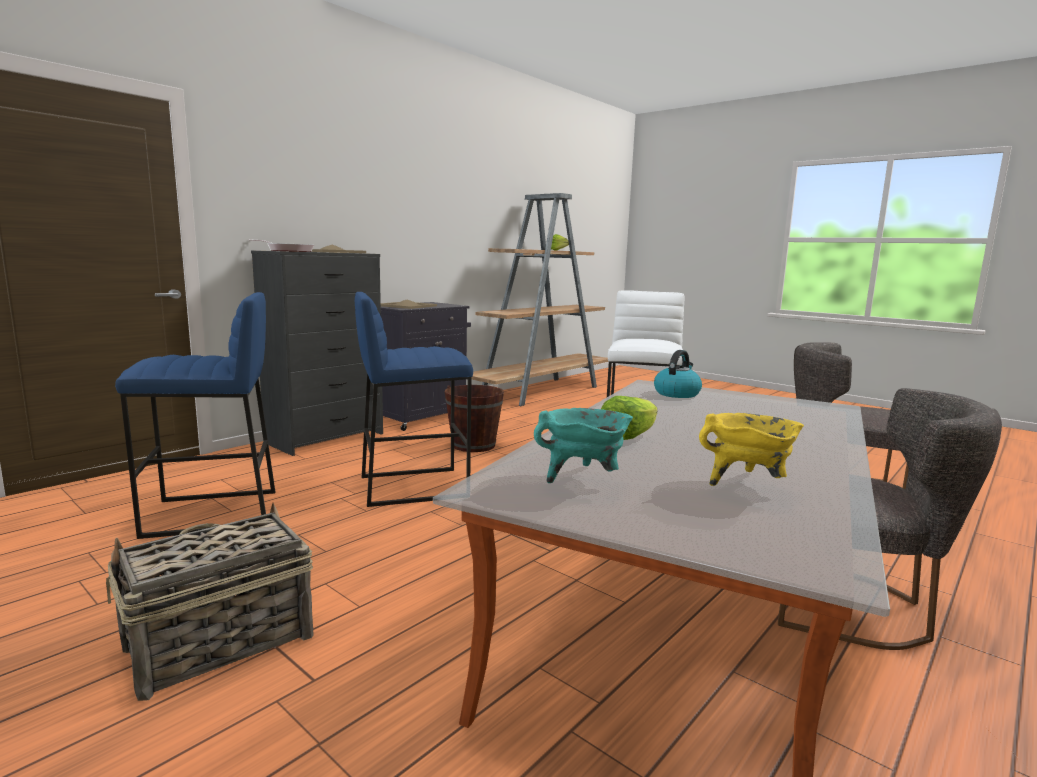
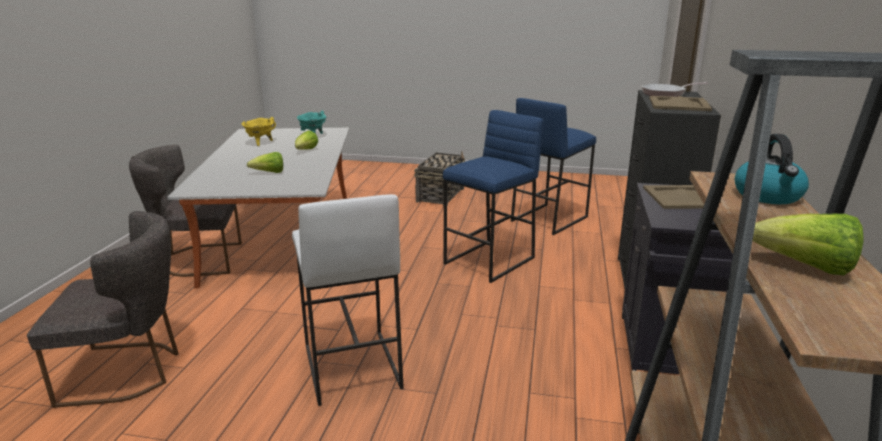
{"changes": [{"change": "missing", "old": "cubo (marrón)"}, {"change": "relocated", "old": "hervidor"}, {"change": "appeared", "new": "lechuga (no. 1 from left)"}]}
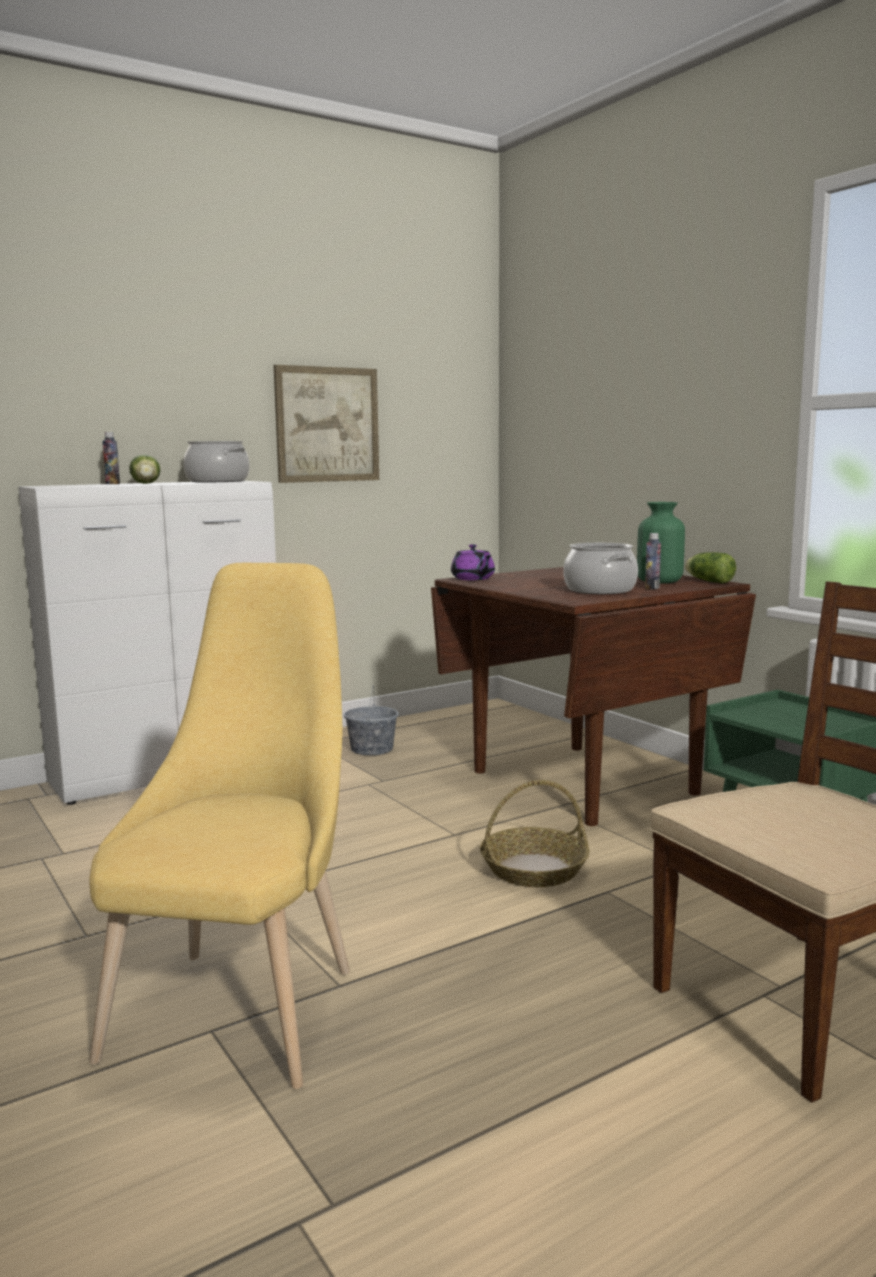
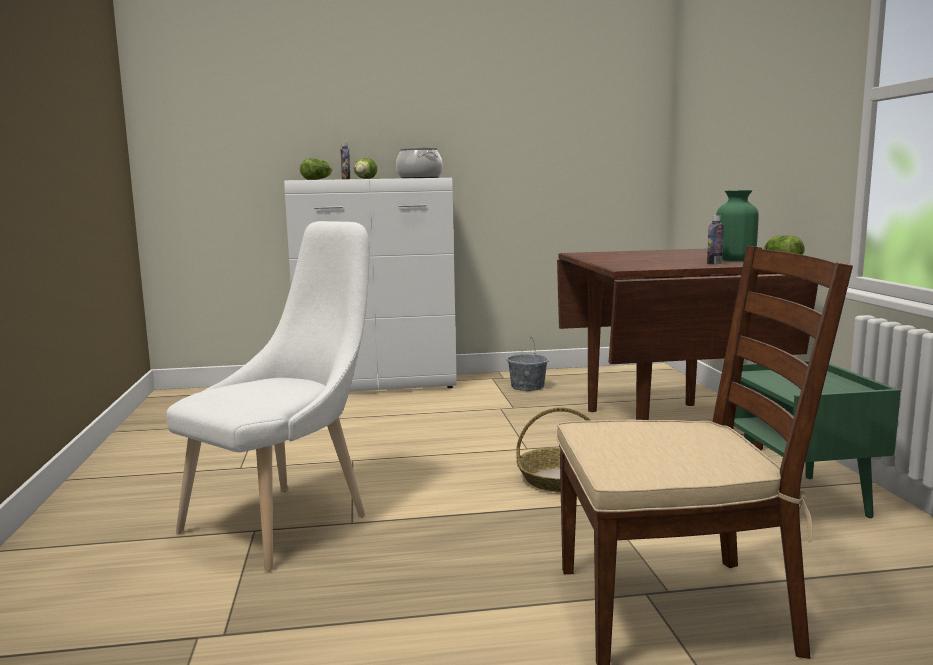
{"changes": [{"change": "colour", "old": "silla (amarillo)", "new": "silla (blanco)"}, {"change": "missing", "old": "cuadro"}, {"change": "missing", "old": "tetera (morado)"}, {"change": "missing", "old": "olla (no. 2 from left)"}, {"change": "appeared", "new": "lechuga (no. 1 from left)"}]}
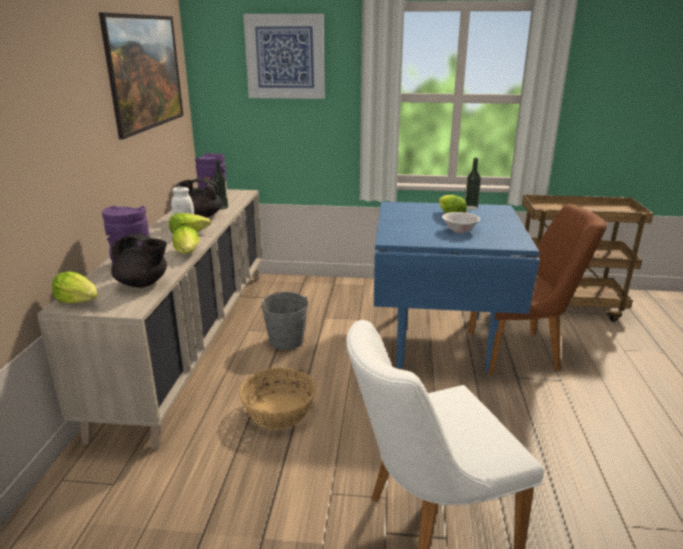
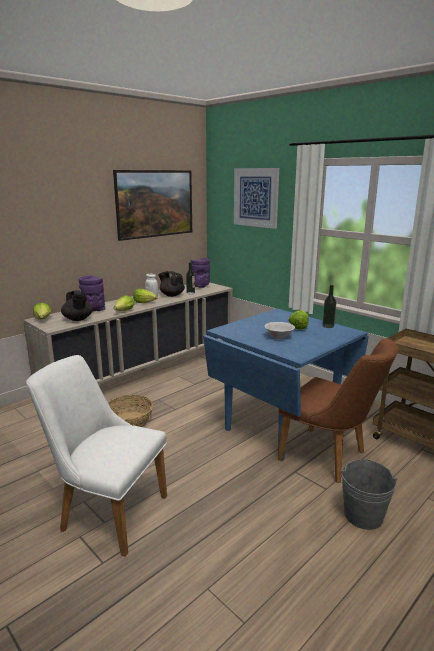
{"changes": [{"change": "relocated", "old": "cubo (gris)"}]}
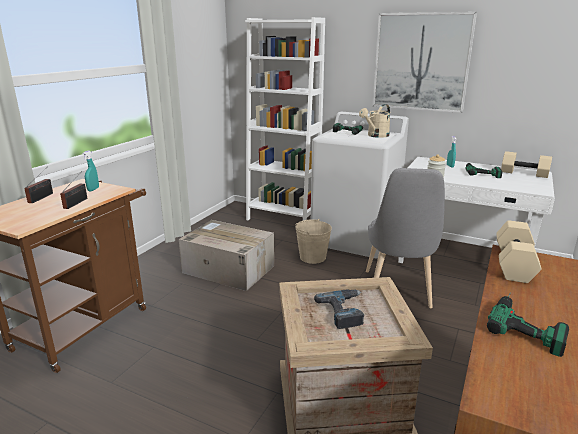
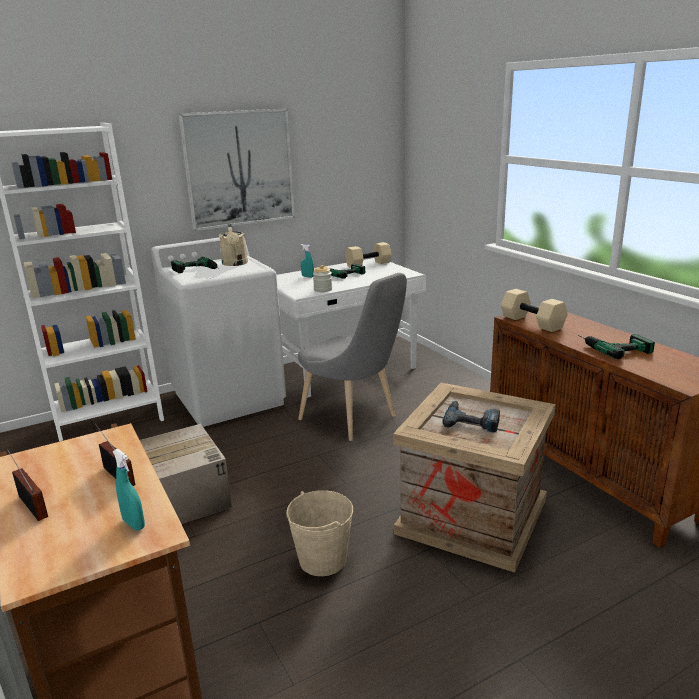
{"changes": [{"change": "relocated", "old": "pulverizador (turquesa) (no. 1 from left)"}, {"change": "relocated", "old": "cubo (beis)"}]}
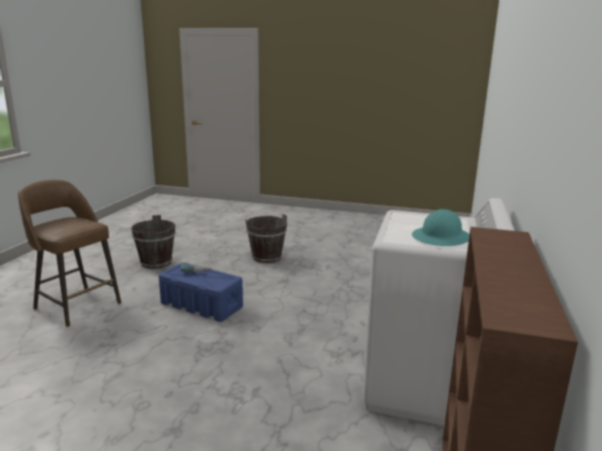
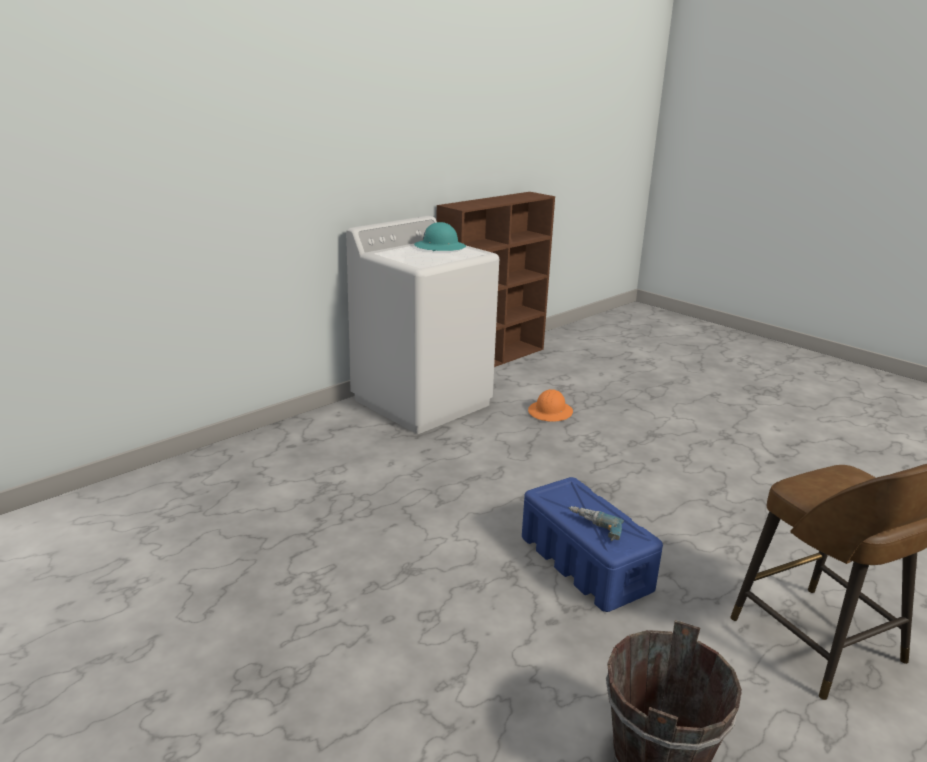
{"changes": [{"change": "missing", "old": "cubo (marrón) (no. 2 from left)"}, {"change": "appeared", "new": "casco (naranja)"}]}
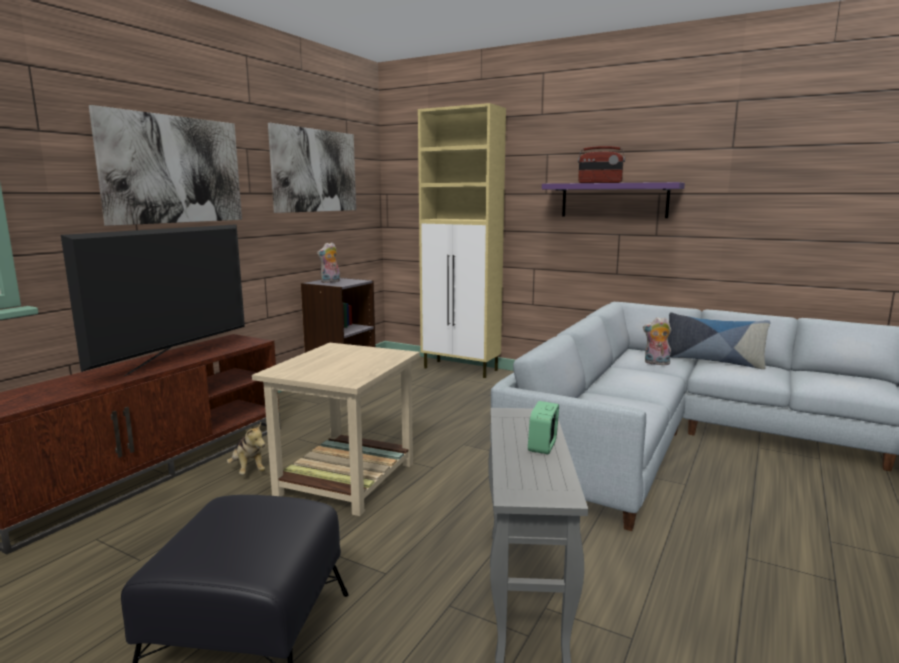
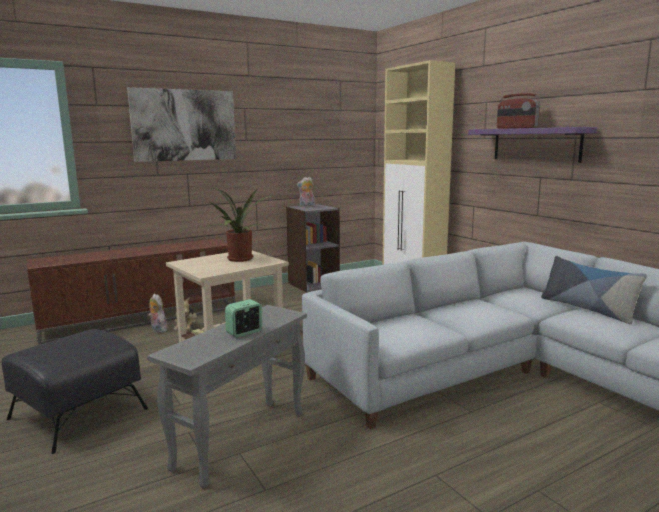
{"changes": [{"change": "missing", "old": "televisor"}, {"change": "missing", "old": "cuadro (no. 2 from left)"}, {"change": "relocated", "old": "peluche (no. 3 from left in the first image)", "new": "peluche (no. 1 from left)"}, {"change": "appeared", "new": "planta en maceta"}]}
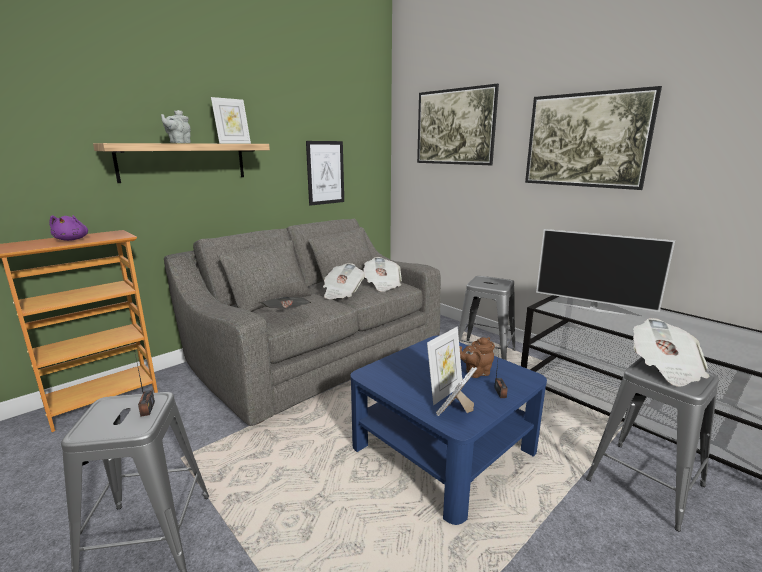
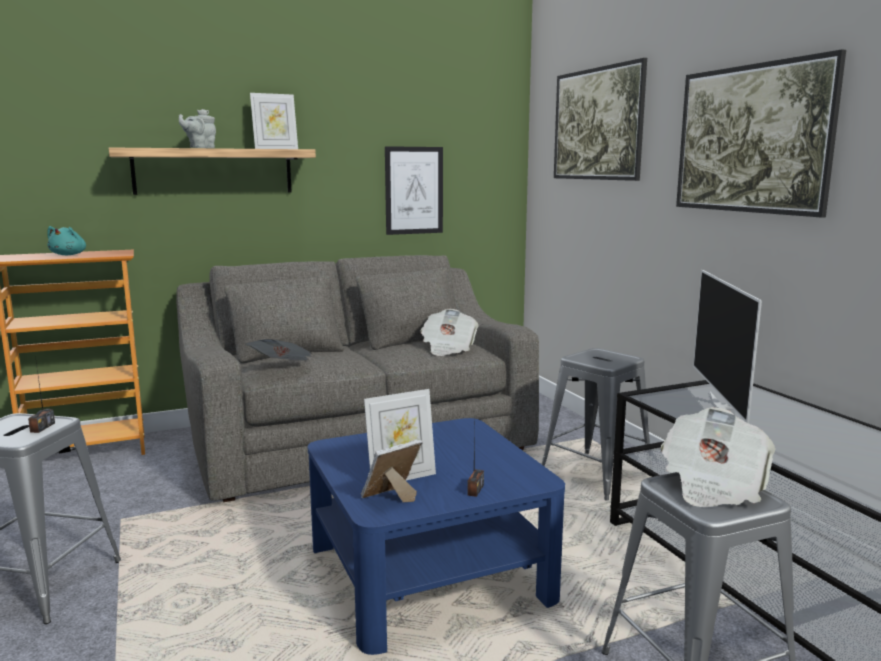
{"changes": [{"change": "colour", "old": "peluche (morado)", "new": "peluche (turquesa)"}, {"change": "missing", "old": "periódico (no. 2 from left)"}, {"change": "missing", "old": "tetera (marrón)"}, {"change": "spun", "old": "televisor", "degrees": 45}]}
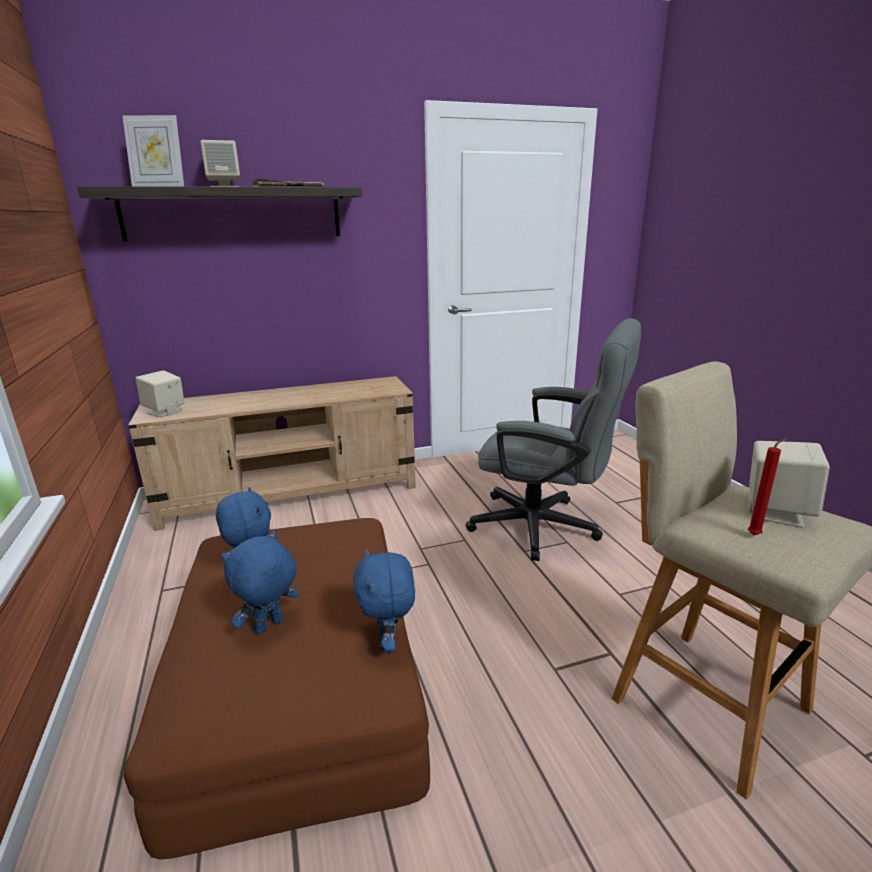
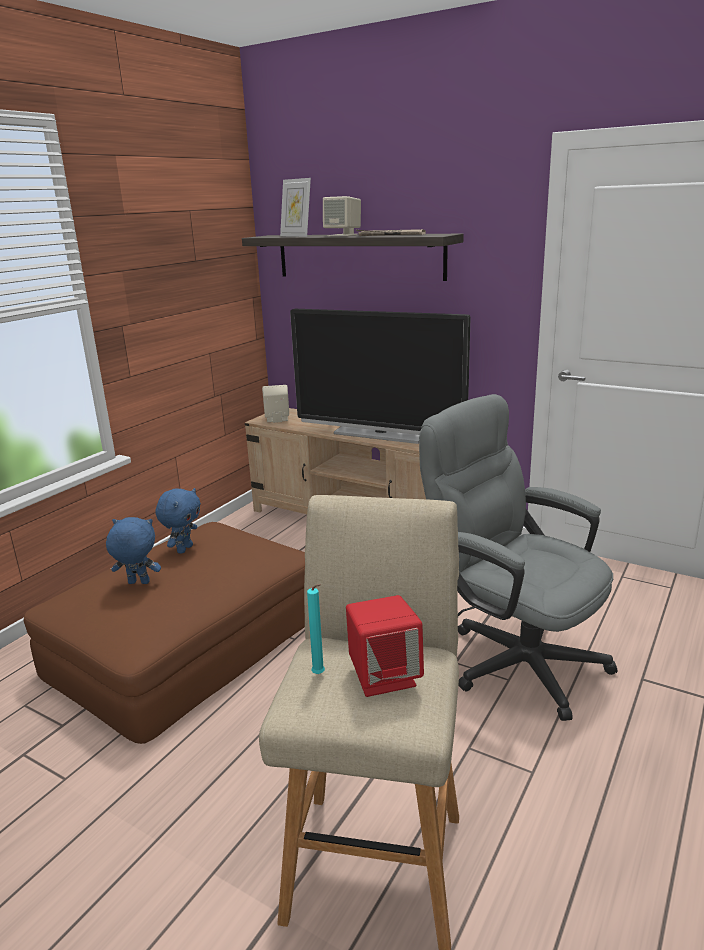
{"changes": [{"change": "missing", "old": "peluche (azul) (no. 3 from left)"}, {"change": "spun", "old": "silla de oficina (gris)", "degrees": 150}, {"change": "colour", "old": "vela (rojo)", "new": "vela (turquesa)"}, {"change": "colour", "old": "altavoz (beis) (no. 3 from left)", "new": "altavoz (rojo)"}, {"change": "appeared", "new": "televisor"}]}
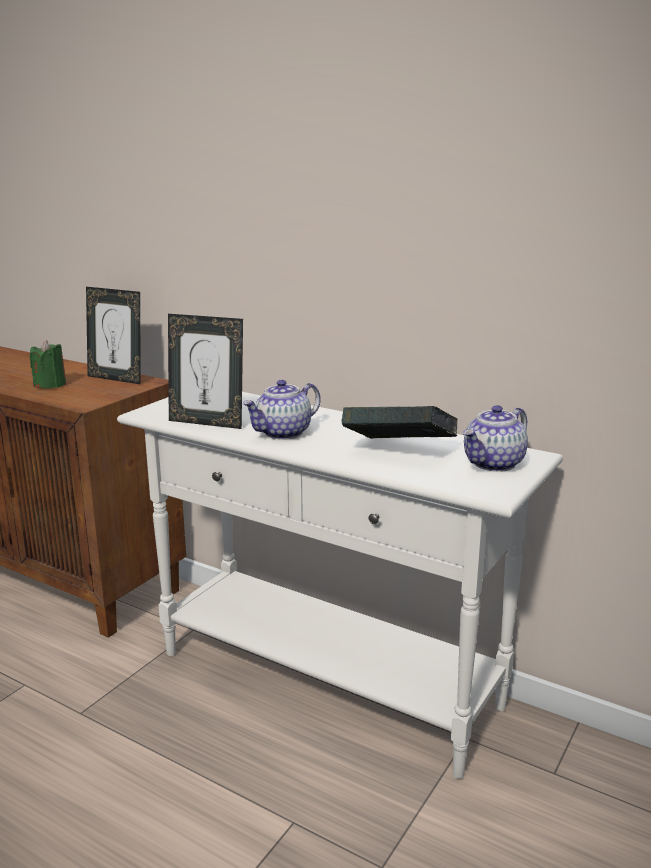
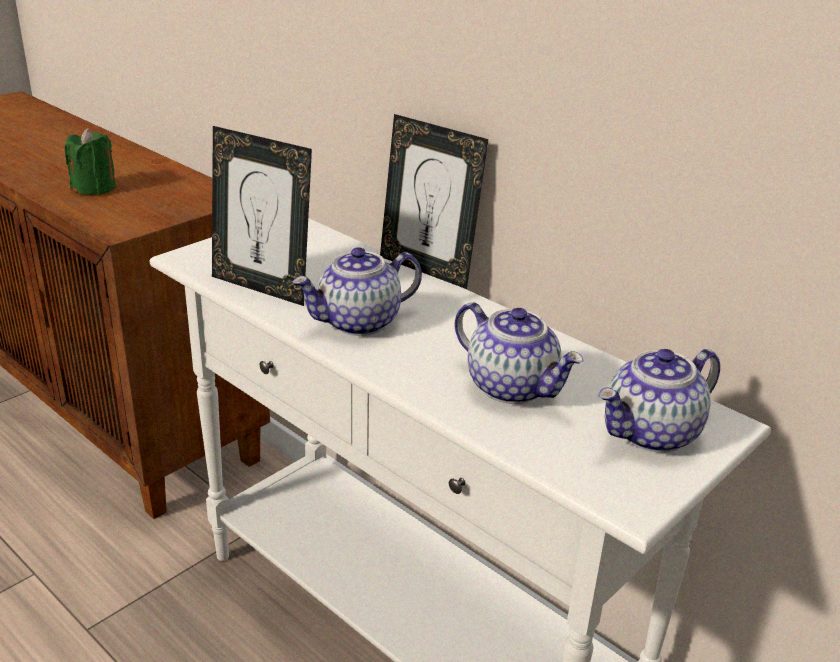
{"changes": [{"change": "relocated", "old": "portarretratos (no. 1 from left in the first image)", "new": "portarretratos (no. 2 from left)"}, {"change": "exchanged", "old": "libro", "new": "tetera (no. 2 from left)"}]}
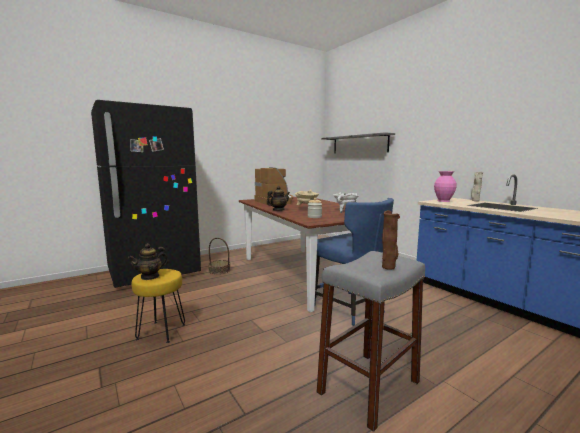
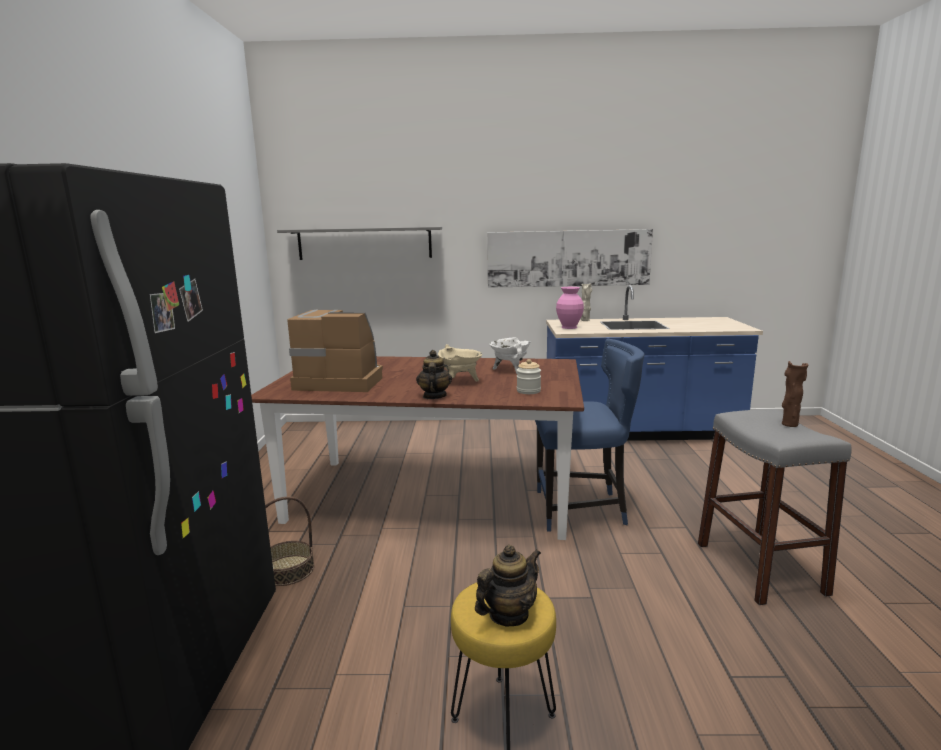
{"changes": [{"change": "spun", "old": "tetera (no. 1 from left in the first image)", "degrees": -120}, {"change": "appeared", "new": "cuadro"}]}
